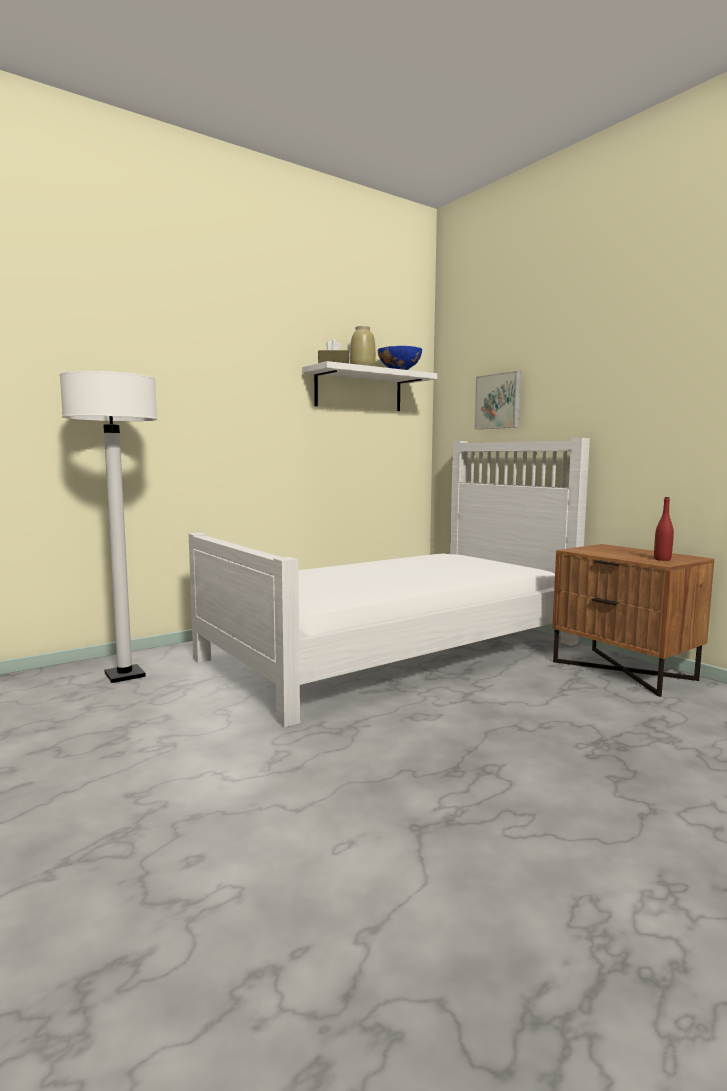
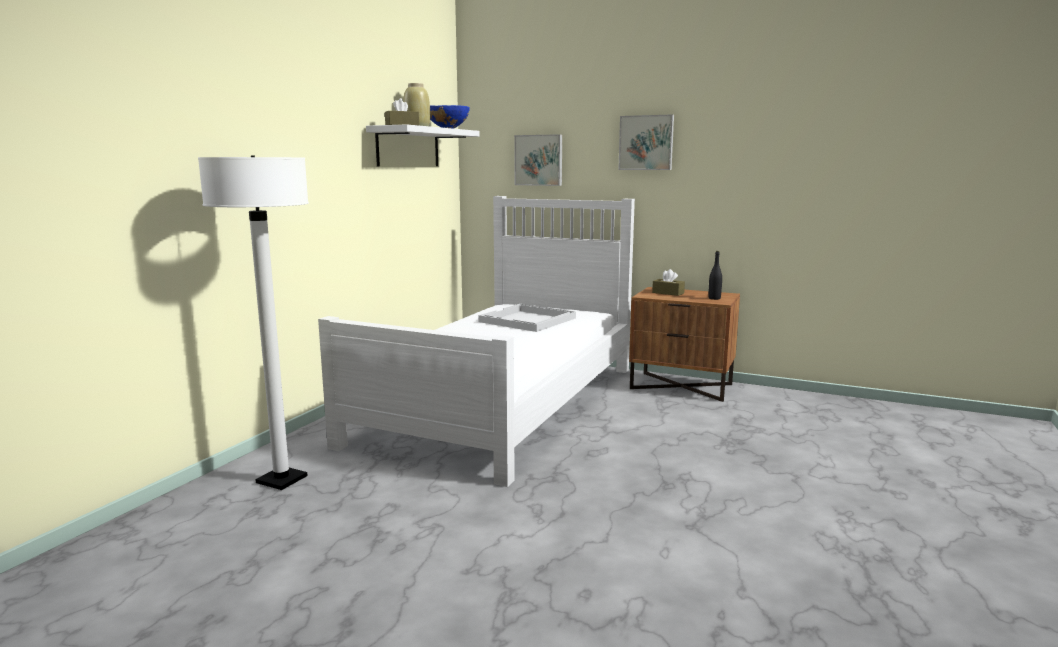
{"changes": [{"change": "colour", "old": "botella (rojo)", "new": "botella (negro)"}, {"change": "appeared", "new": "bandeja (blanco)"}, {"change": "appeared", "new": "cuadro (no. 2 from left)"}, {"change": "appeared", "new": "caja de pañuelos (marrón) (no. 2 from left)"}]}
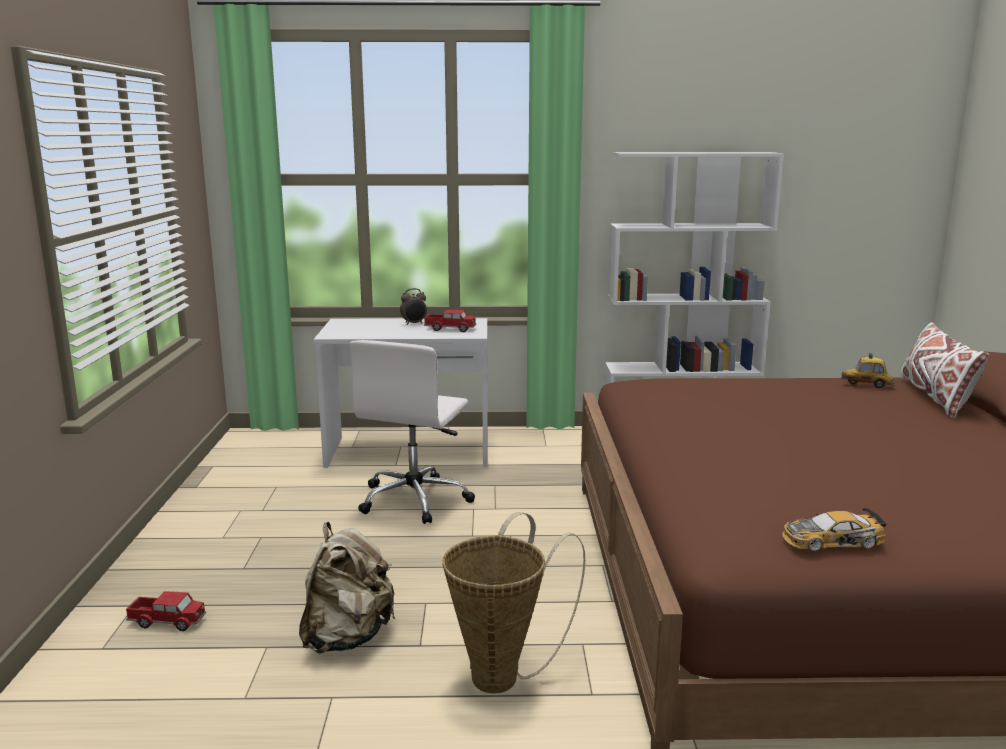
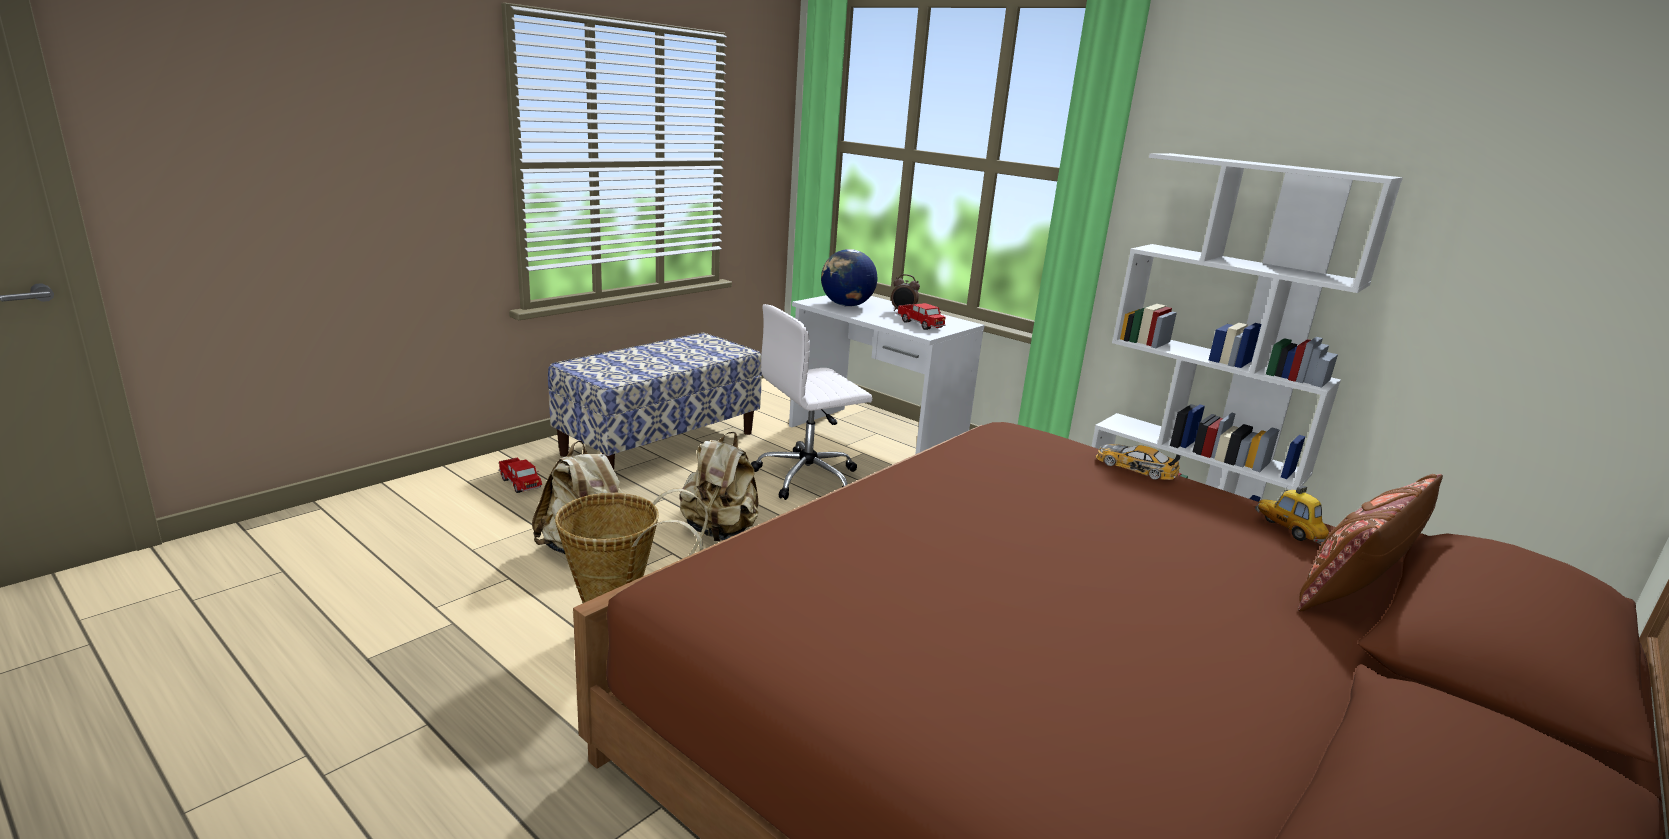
{"changes": [{"change": "relocated", "old": "coche de juguete (no. 1 from left)"}, {"change": "colour", "old": "cojín (blanco)", "new": "cojín (marrón)"}, {"change": "appeared", "new": "banco"}, {"change": "appeared", "new": "mochila (beis) (no. 2 from left)"}, {"change": "appeared", "new": "globo terráqueo"}]}
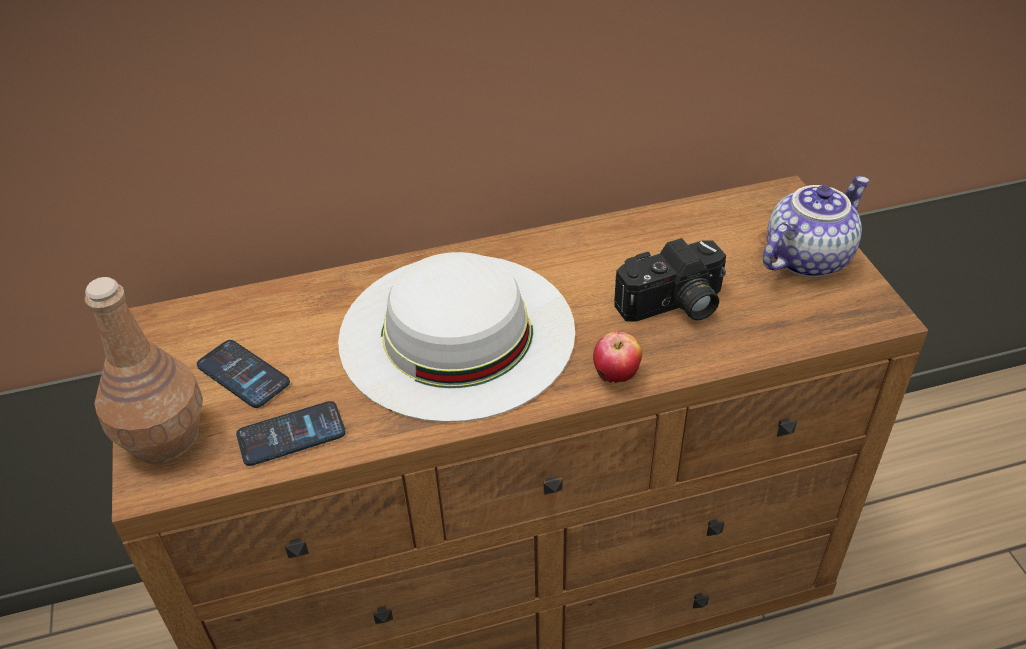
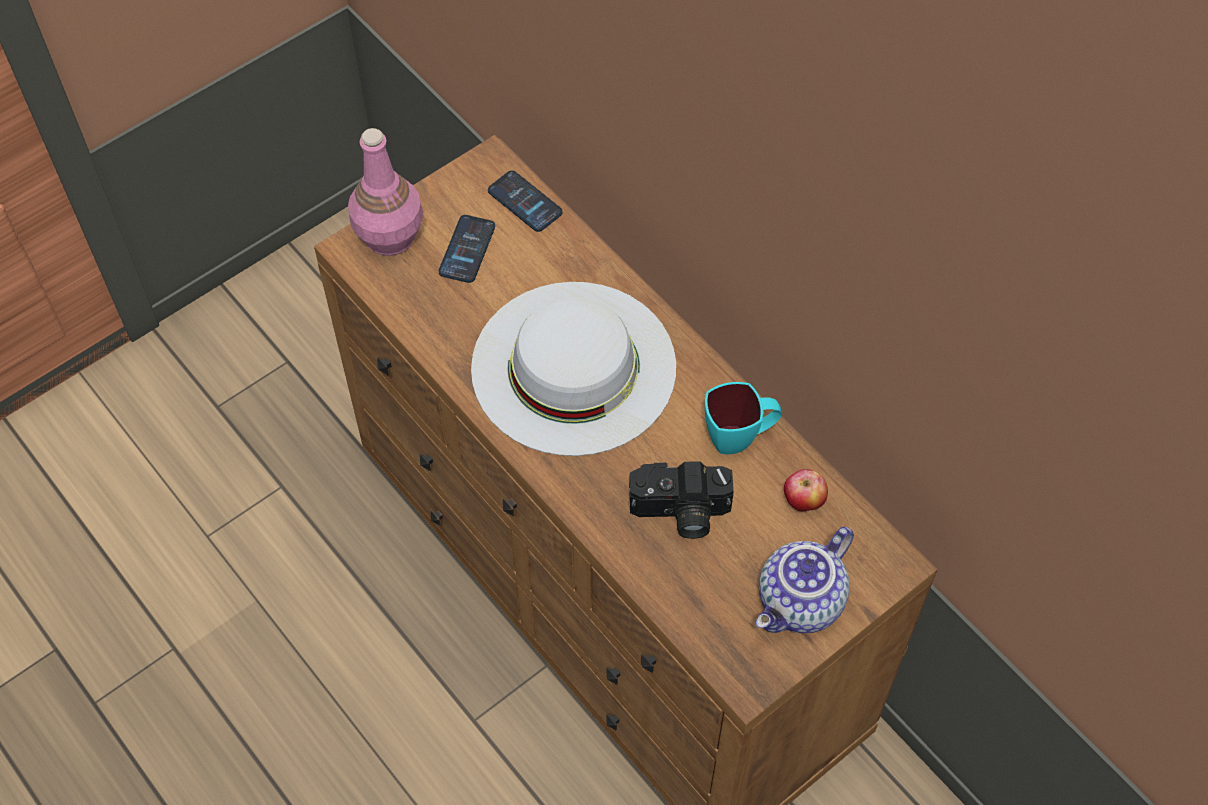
{"changes": [{"change": "colour", "old": "botella (marrón)", "new": "botella (rosa)"}, {"change": "relocated", "old": "móvil (no. 2 from left)"}, {"change": "relocated", "old": "manzana"}, {"change": "spun", "old": "cámara", "degrees": -45}, {"change": "spun", "old": "tetera", "degrees": 105}, {"change": "appeared", "new": "taza grande (turquesa)"}]}
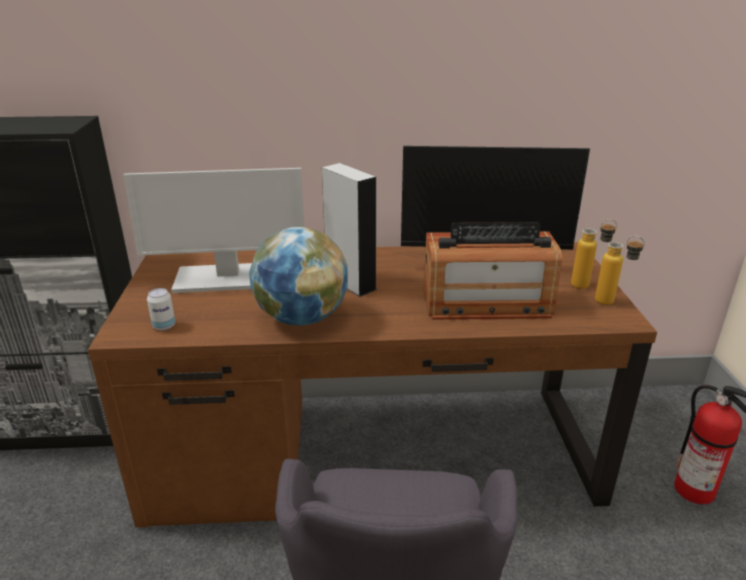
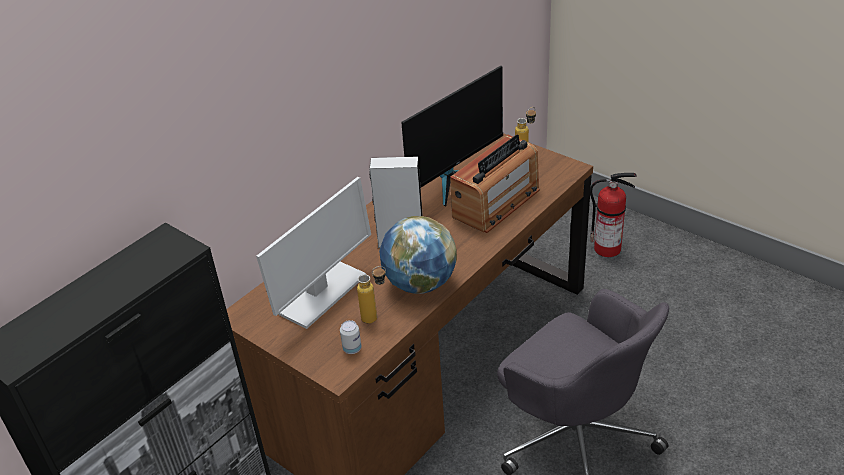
{"changes": [{"change": "relocated", "old": "botella (no. 2 from left in the first image)", "new": "botella (no. 1 from left)"}]}
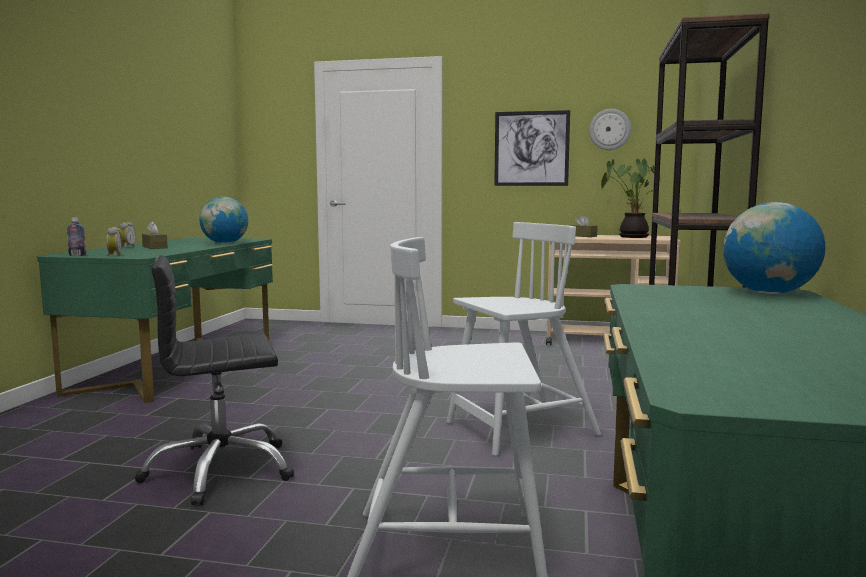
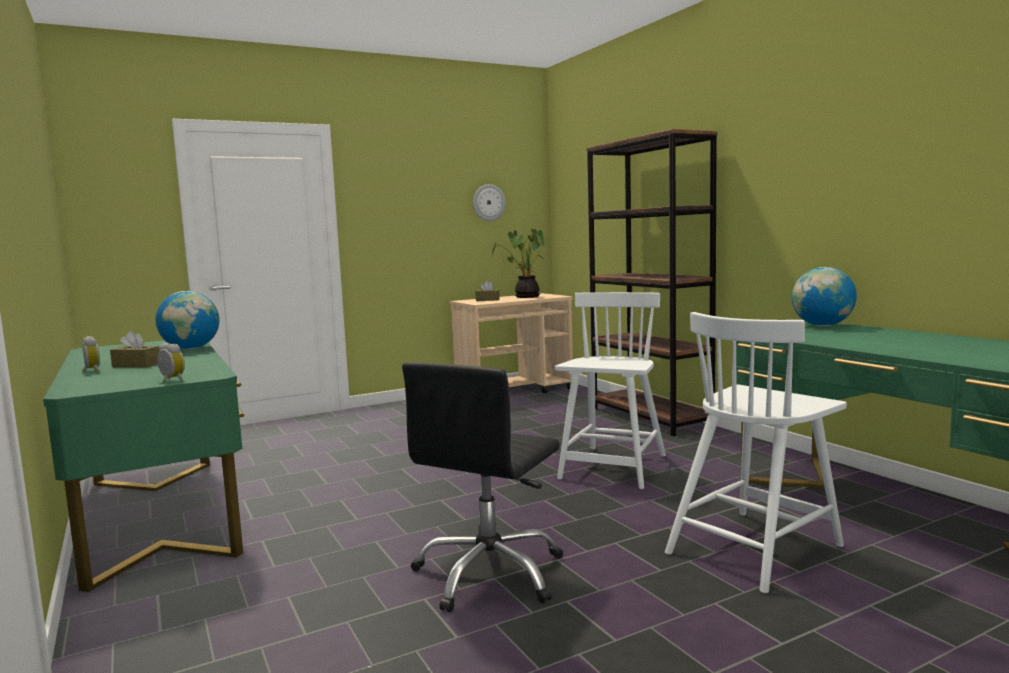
{"changes": [{"change": "missing", "old": "botella"}, {"change": "missing", "old": "cuadro"}]}
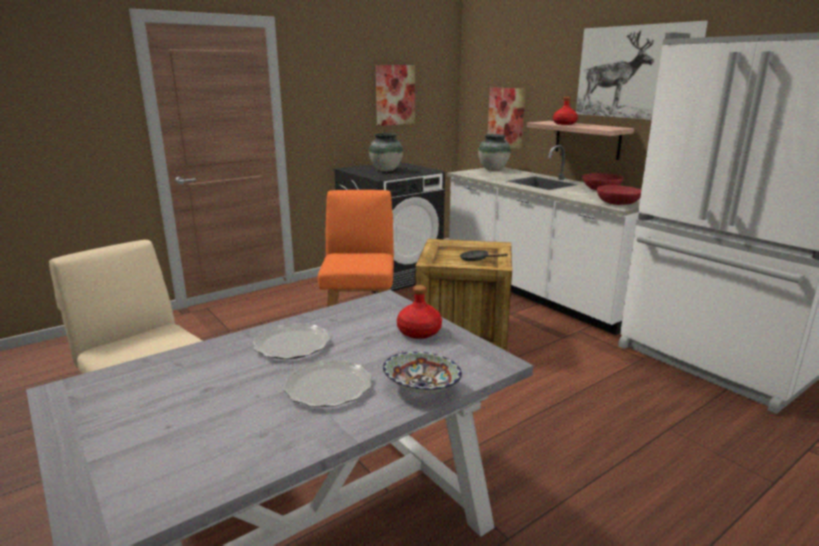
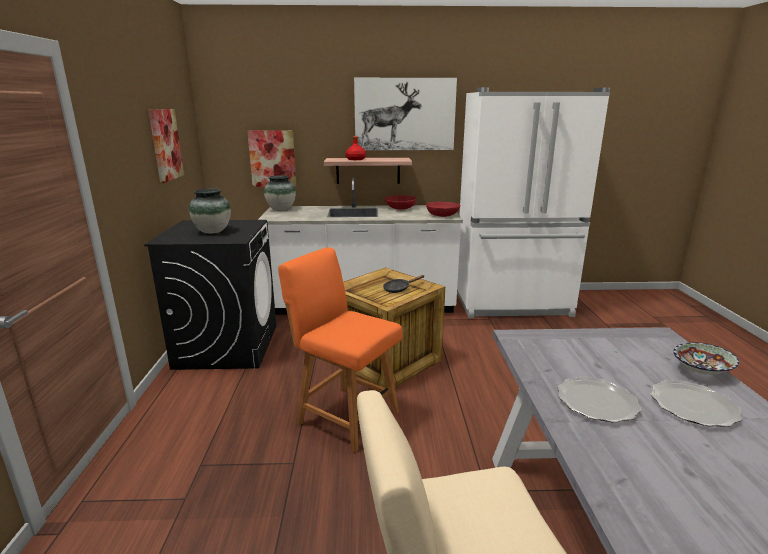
{"changes": [{"change": "missing", "old": "botella (rojo) (no. 1 from left)"}]}
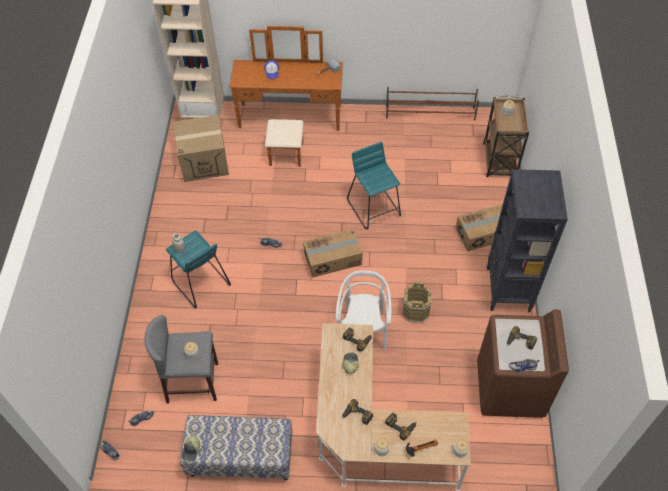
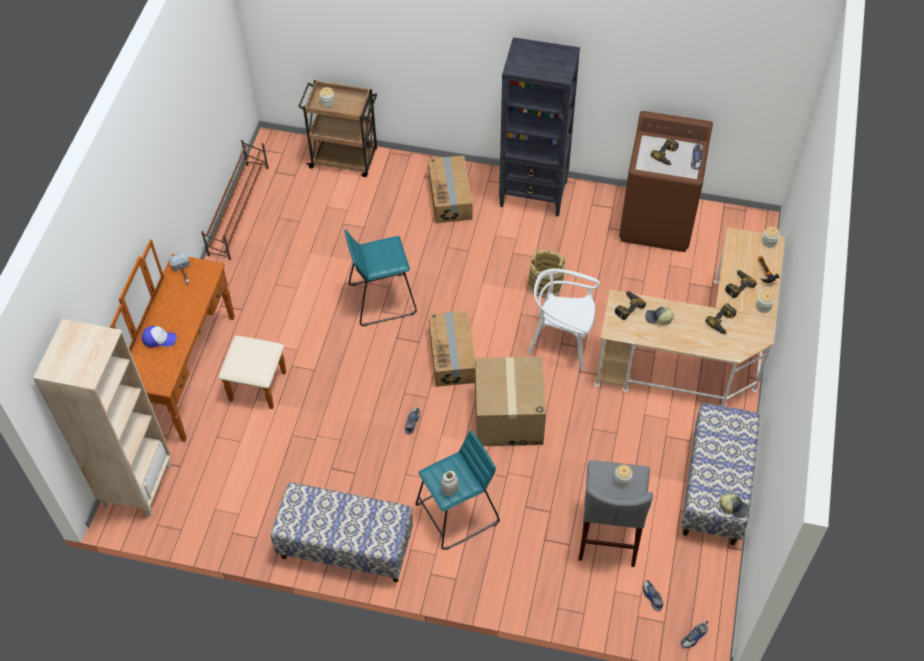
{"changes": [{"change": "relocated", "old": "caja de cartón (no. 1 from left in the first image)", "new": "caja de cartón (no. 3 from left)"}, {"change": "appeared", "new": "banco (no. 1 from left)"}]}
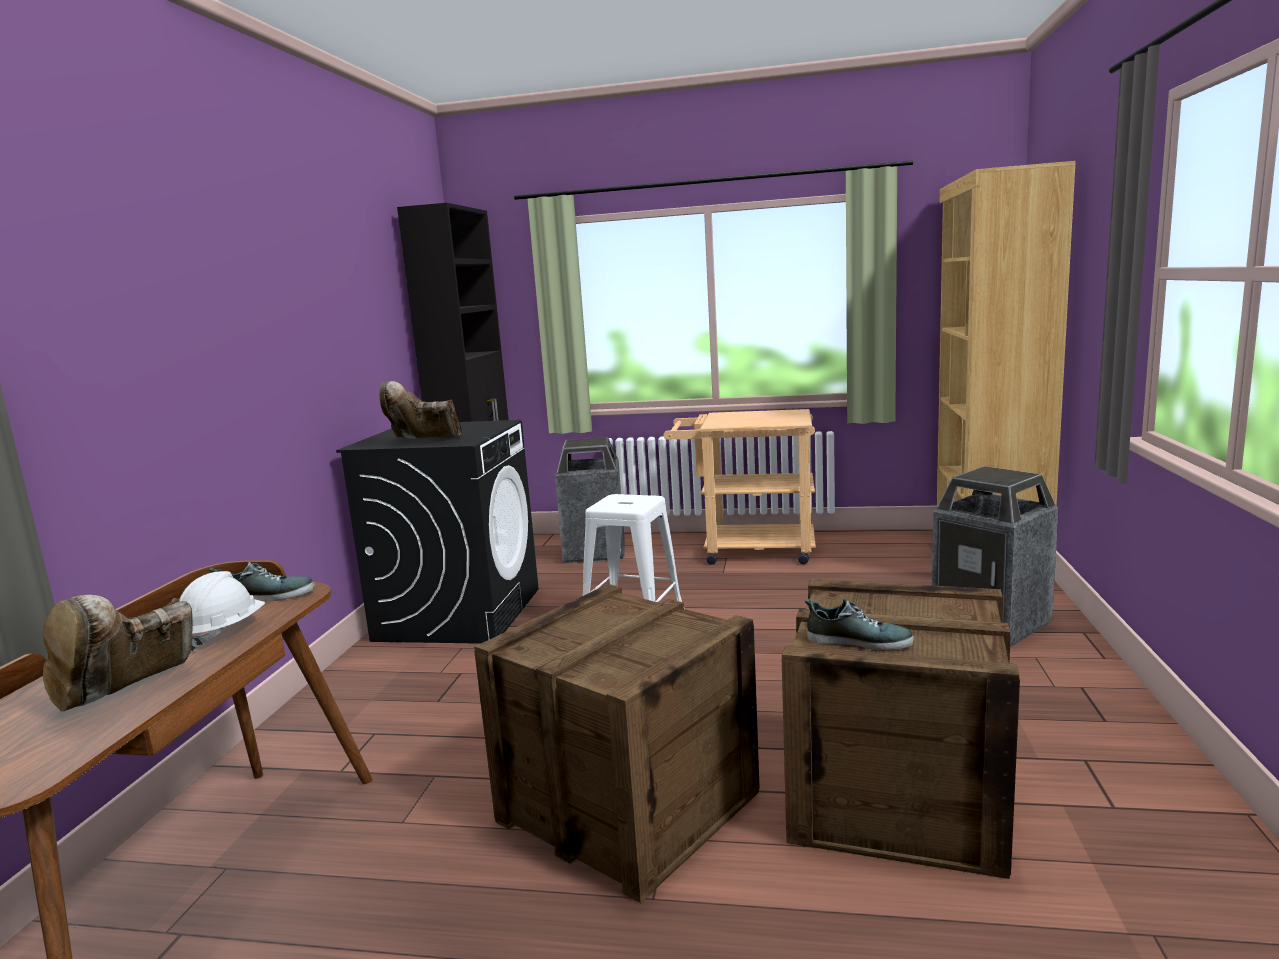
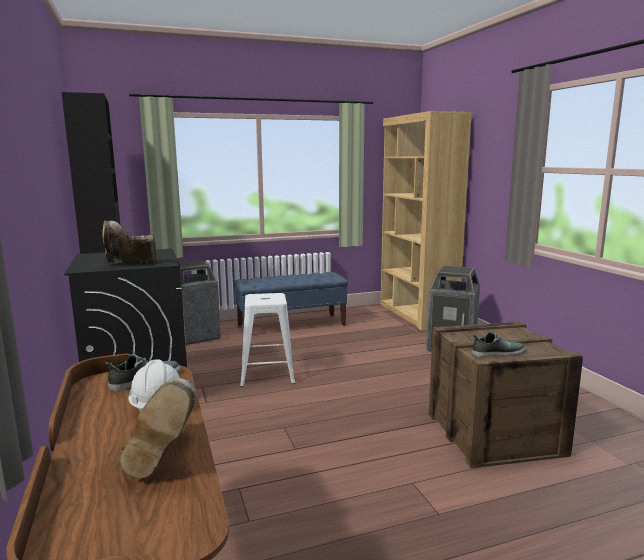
{"changes": [{"change": "missing", "old": "caja de embalaje (no. 1 from left)"}, {"change": "exchanged", "old": "carrito (beis)", "new": "banco (azul)"}]}
